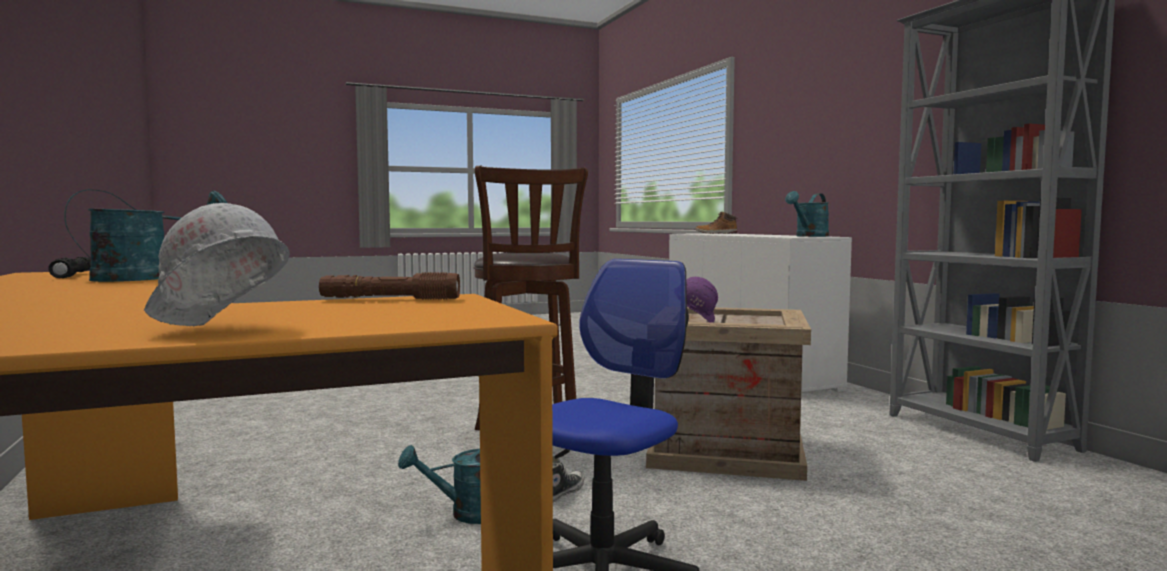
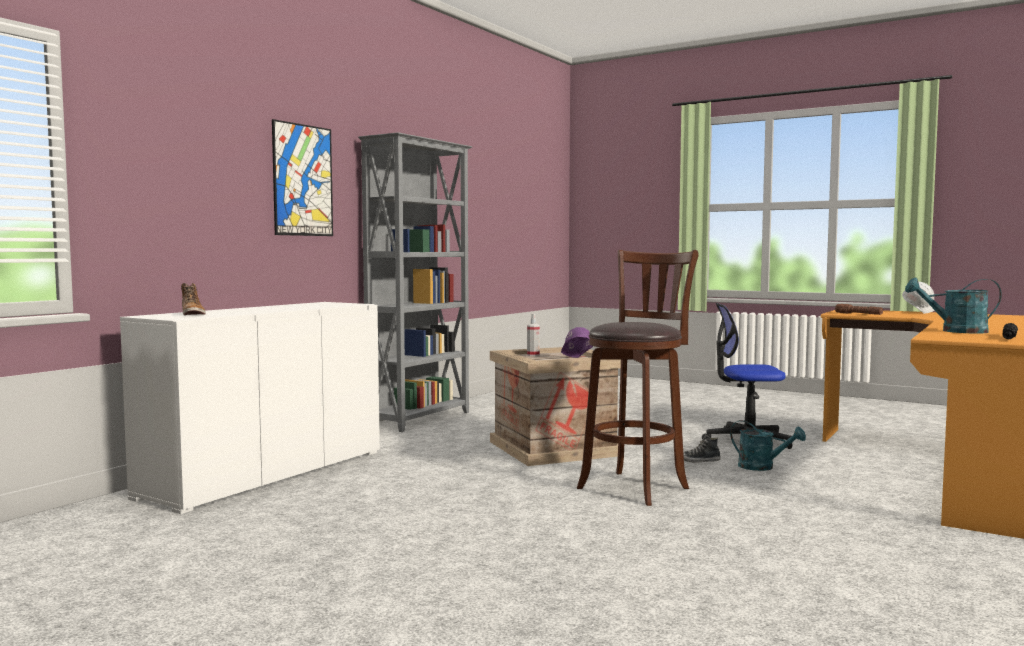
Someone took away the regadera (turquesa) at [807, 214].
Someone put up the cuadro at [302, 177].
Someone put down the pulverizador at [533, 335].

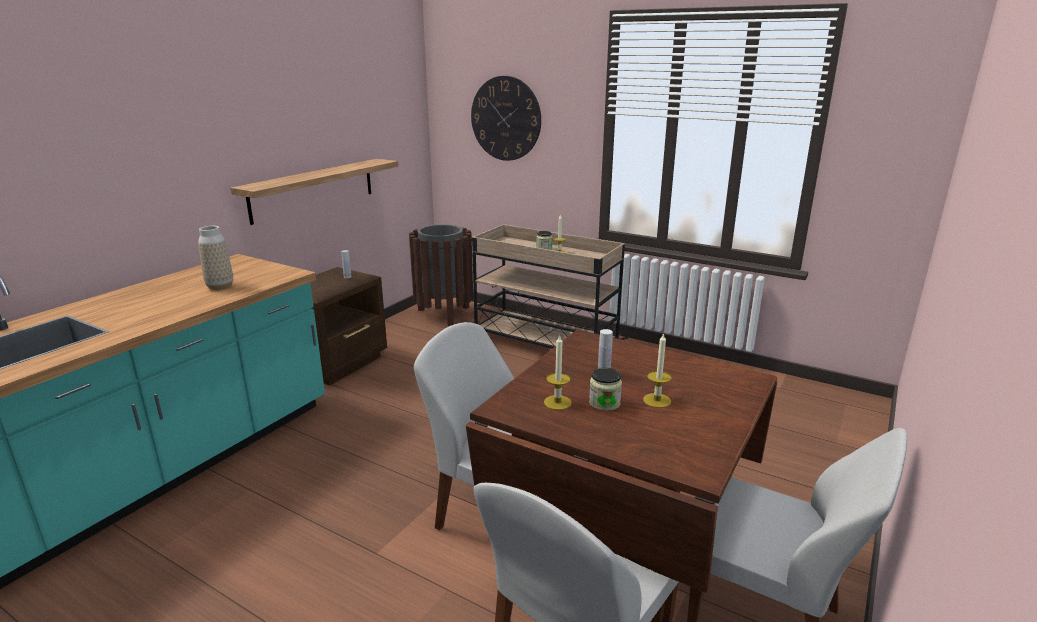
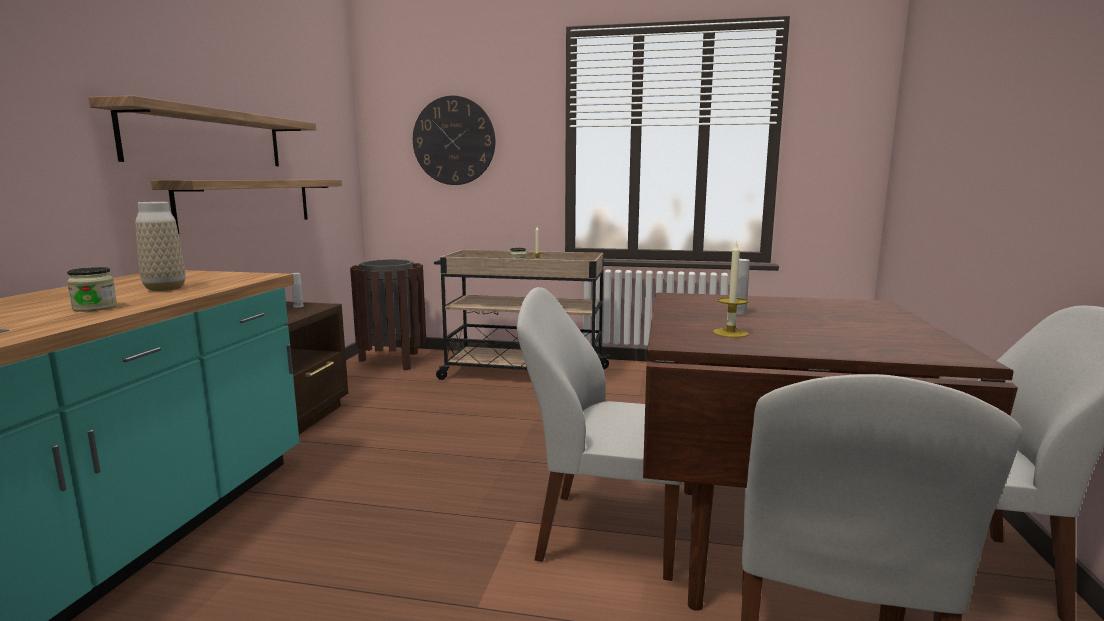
Someone took away the vela at [657, 370].
Someone carried the tarro from [605, 389] to [92, 289].
Someone put up the estante at [202, 131].

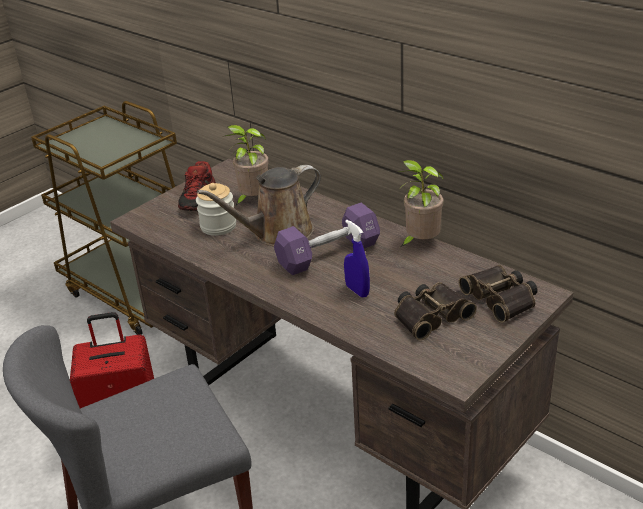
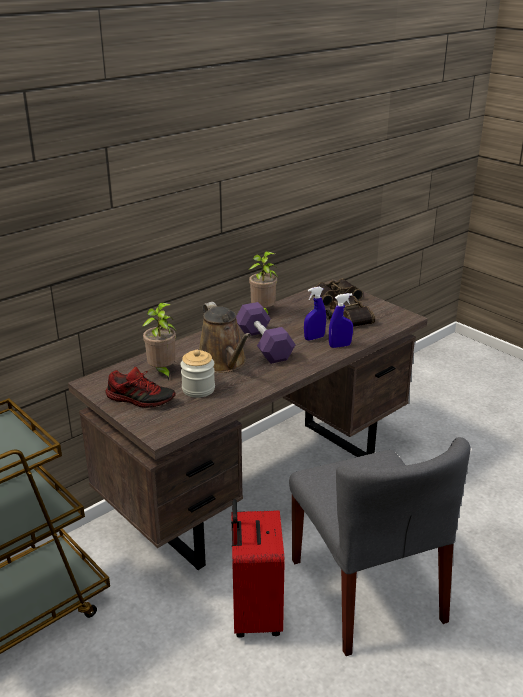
Someone put down the pulverizador (azul) at [341, 320].

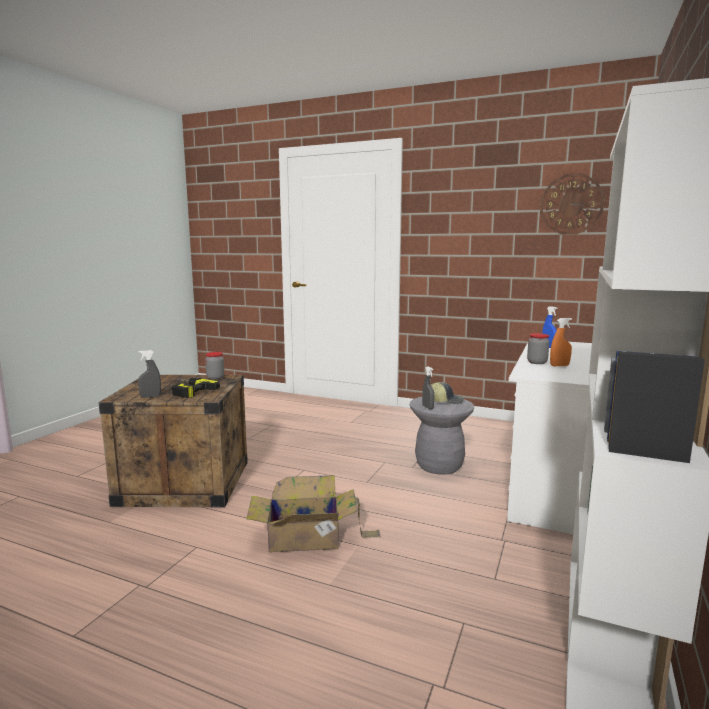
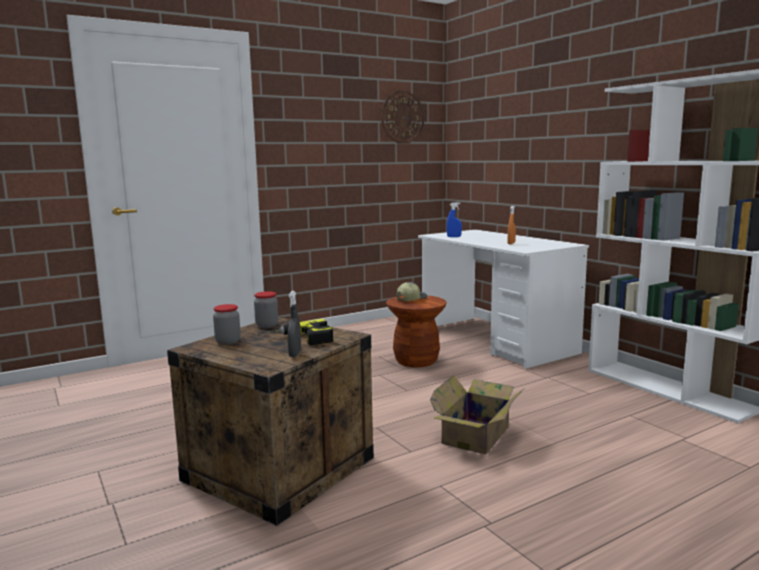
Someone carried the tarro from [538, 348] to [227, 324].
Someone took away the pulverizador (gris) at [428, 387].
Someone repainted the taburete (gris) at [442, 436], which became the taburete (marrón) at [416, 331].

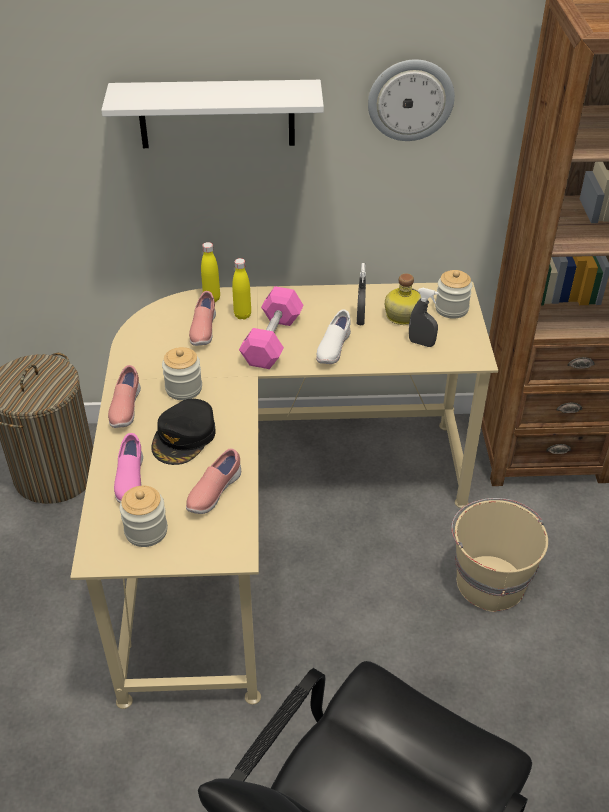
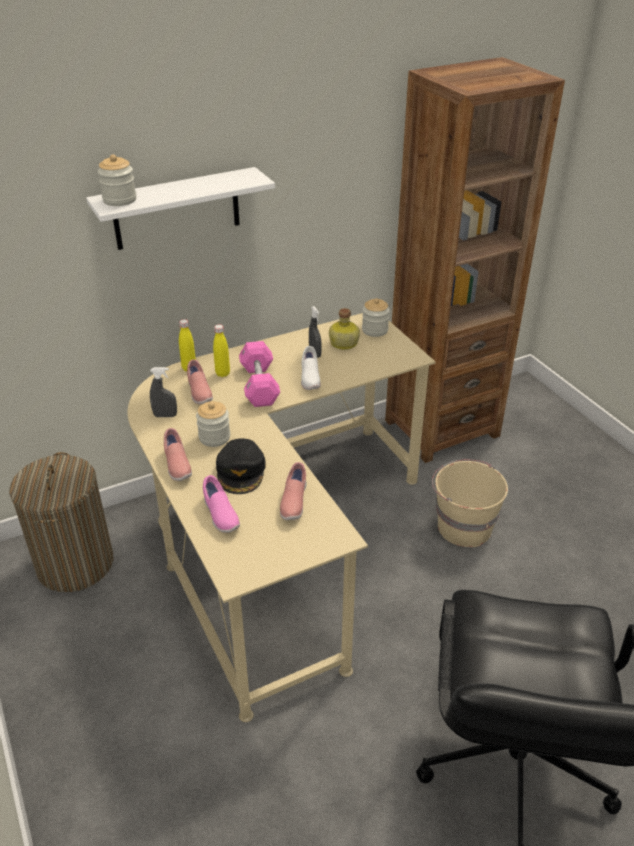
Someone took away the reloj de pared at [411, 100].
Someone carried the pulverizador (gris) from [424, 317] to [163, 392].
Someone carried the tarro from [143, 516] to [117, 180].

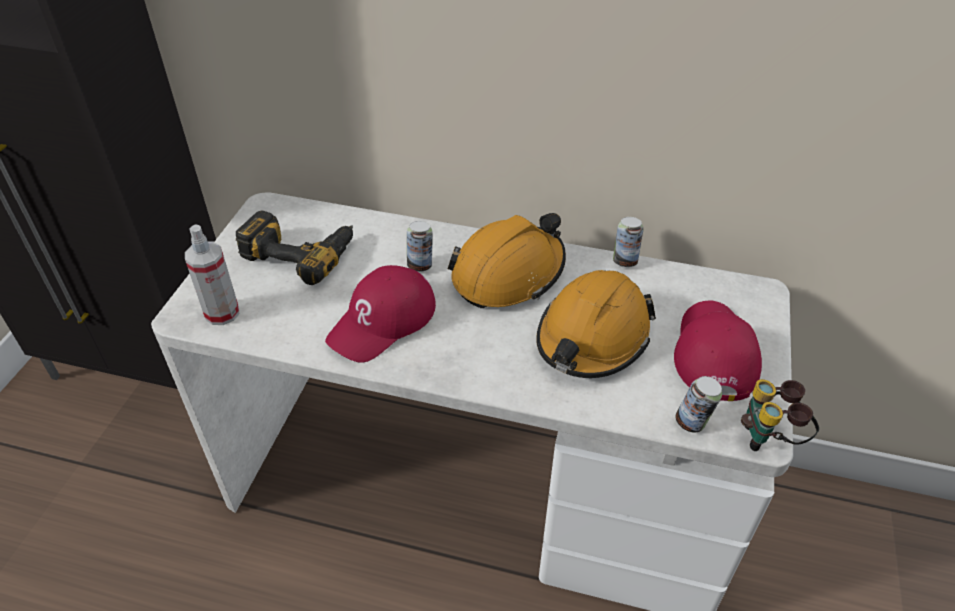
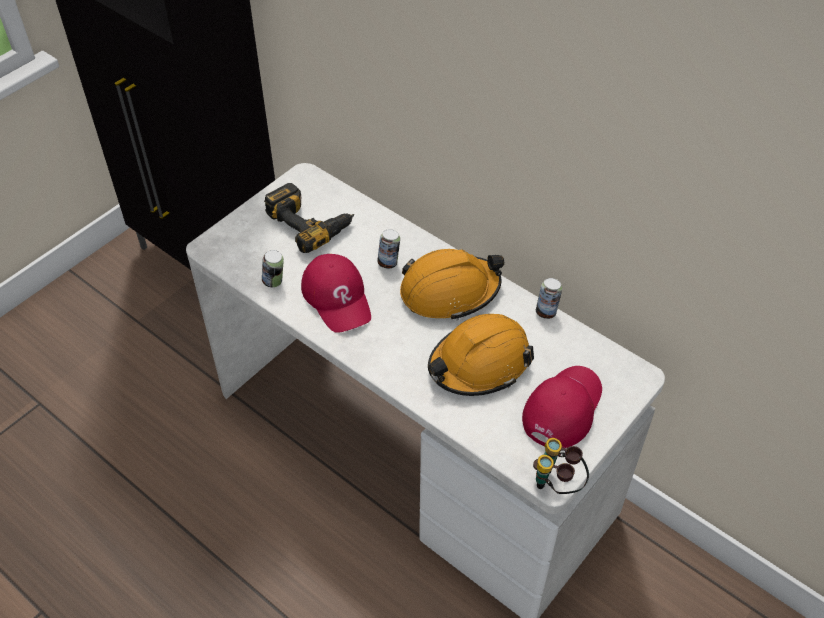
Someone took away the pulverizador at [212, 275].
Someone rotated the gorra (rojo) at [380, 314] by 90 degrees counterclockwise.
Someone carried the lata from [698, 404] to [273, 268].

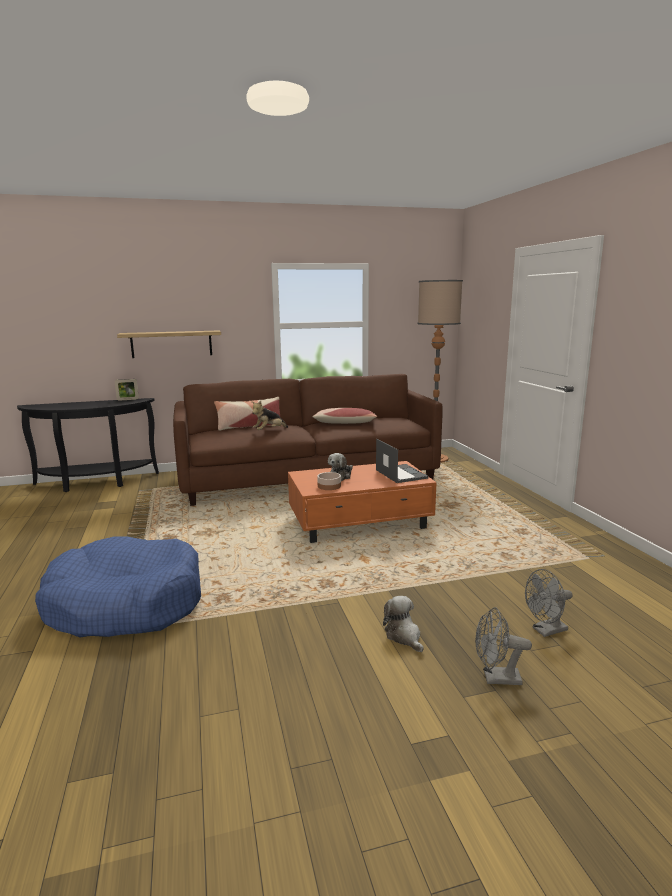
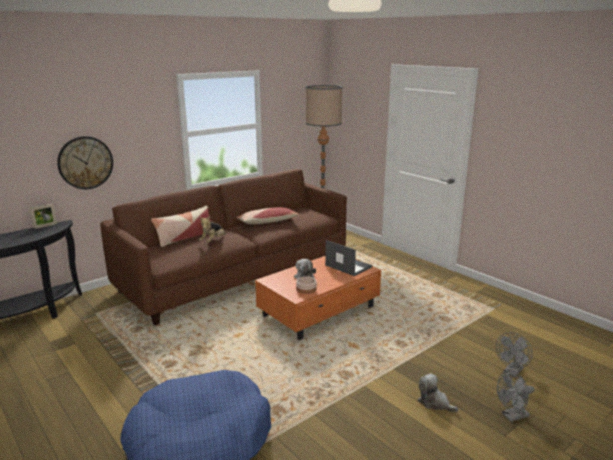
Someone swapped the estante at [169, 344] for the reloj de pared at [85, 162].

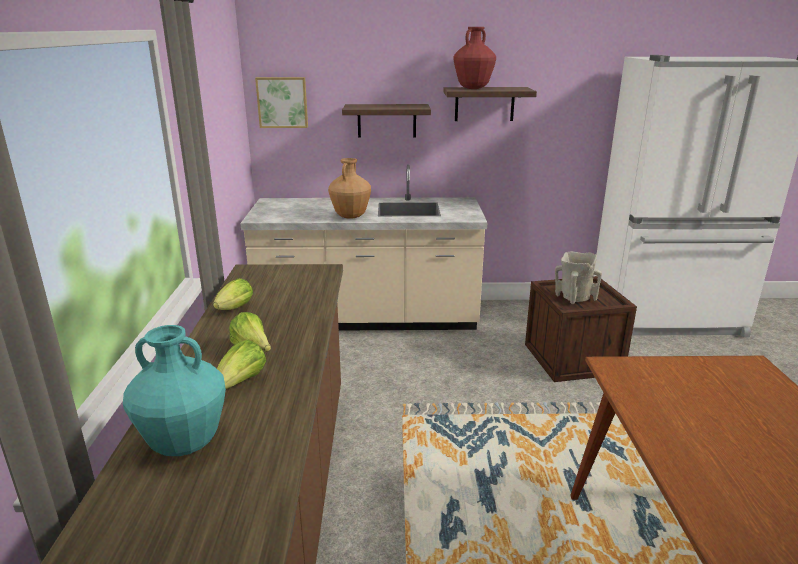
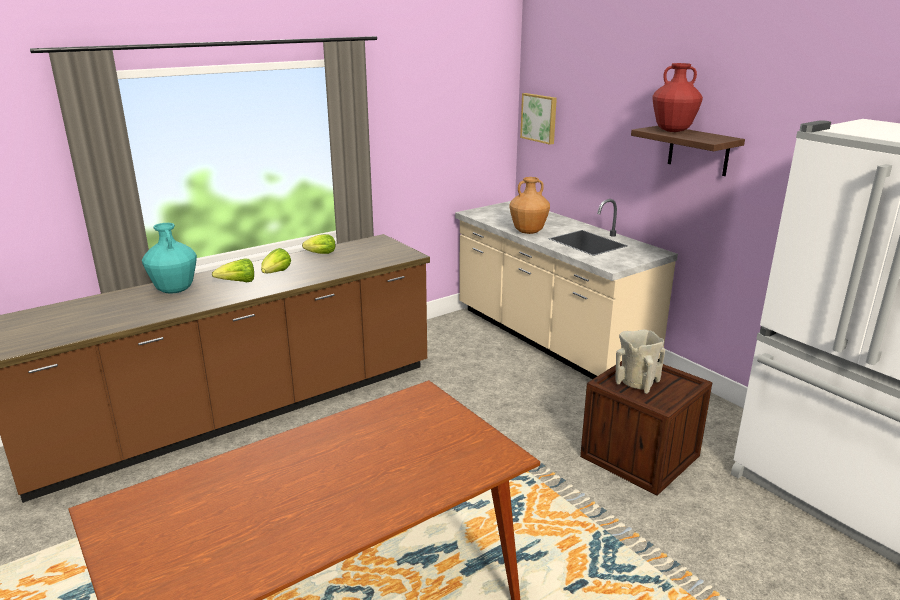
Someone took away the estante at [386, 121].

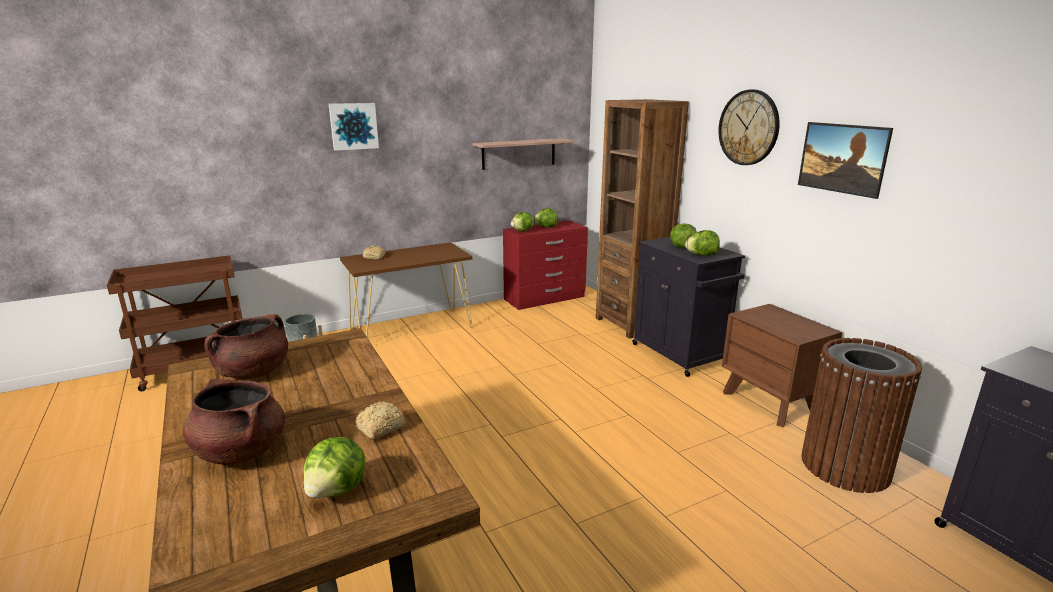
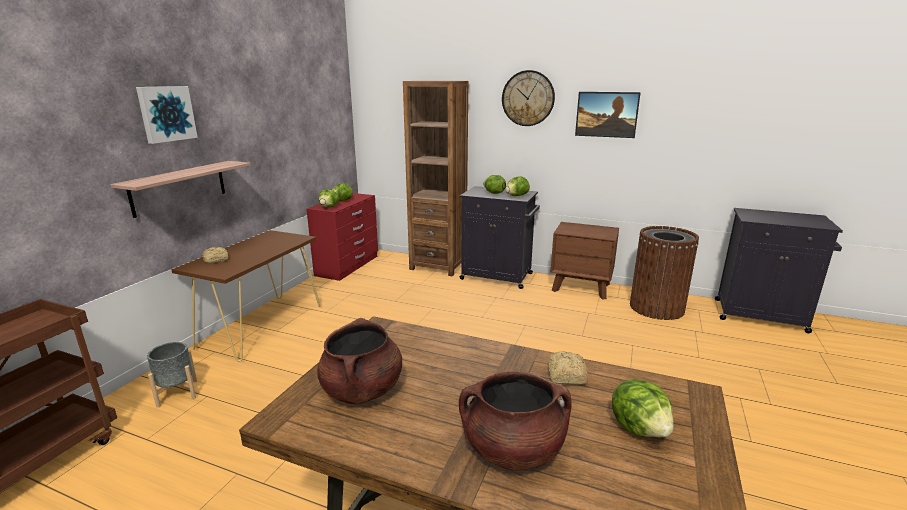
Someone carried the estante from [523, 154] to [180, 189].

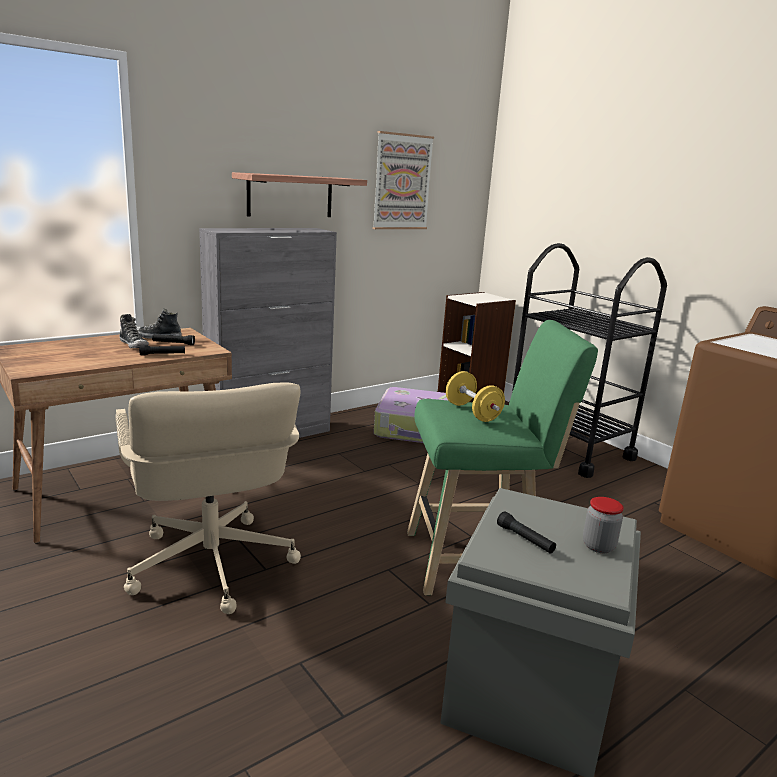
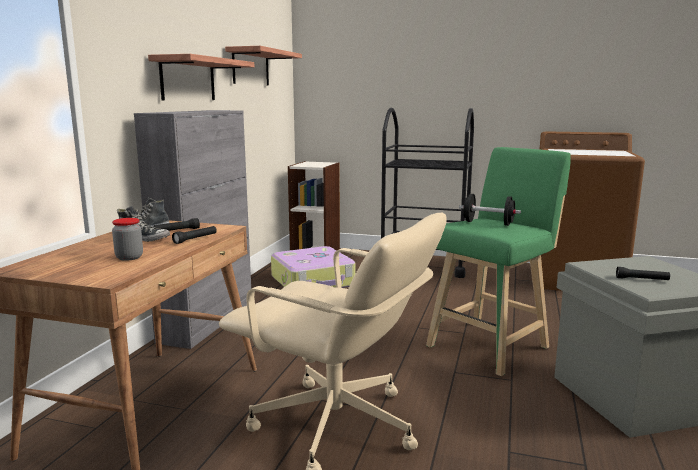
Someone swapped the cuadro at [403, 180] for the estante at [263, 65].
Someone repainted the mancuerna (amarillo) at [475, 396], which became the mancuerna (negro) at [490, 210].
Someone carried the tarro from [603, 525] to [127, 239].

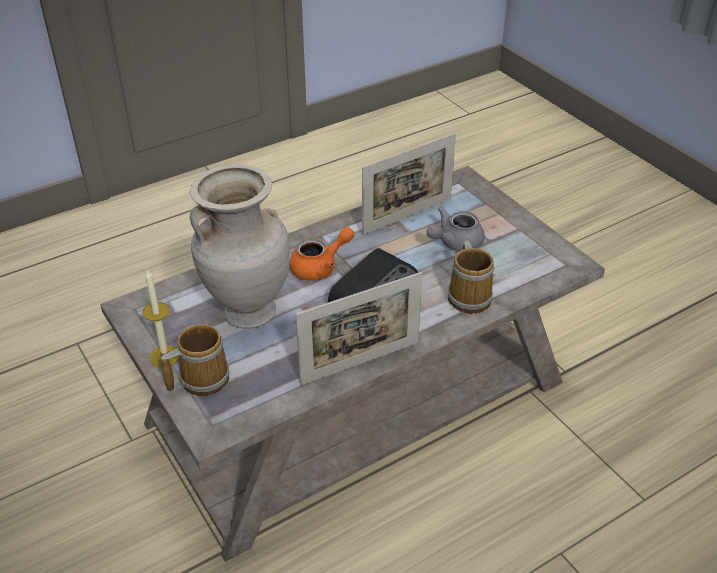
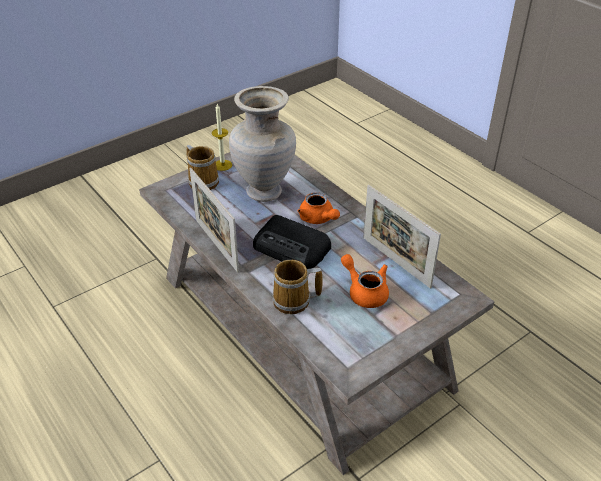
Someone repainted the tetera (gris) at [455, 229], which became the tetera (naranja) at [365, 281].

